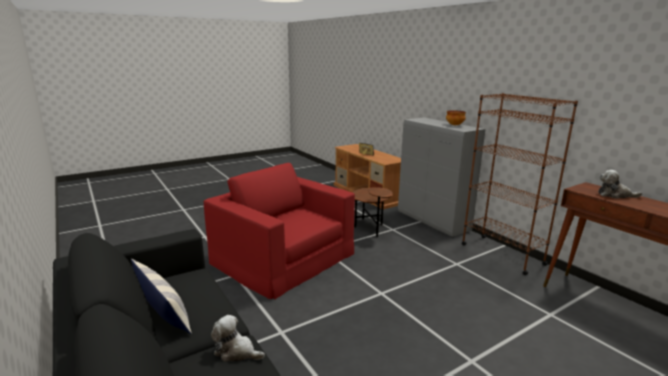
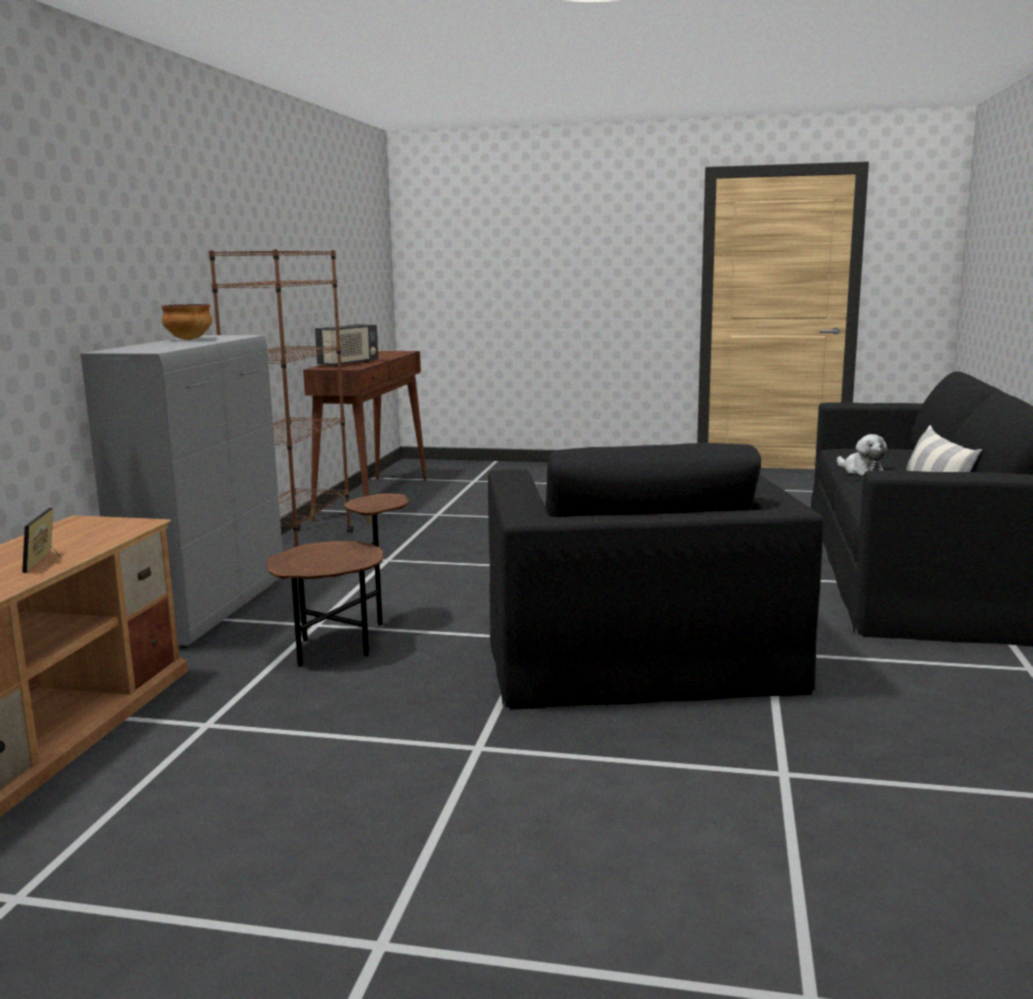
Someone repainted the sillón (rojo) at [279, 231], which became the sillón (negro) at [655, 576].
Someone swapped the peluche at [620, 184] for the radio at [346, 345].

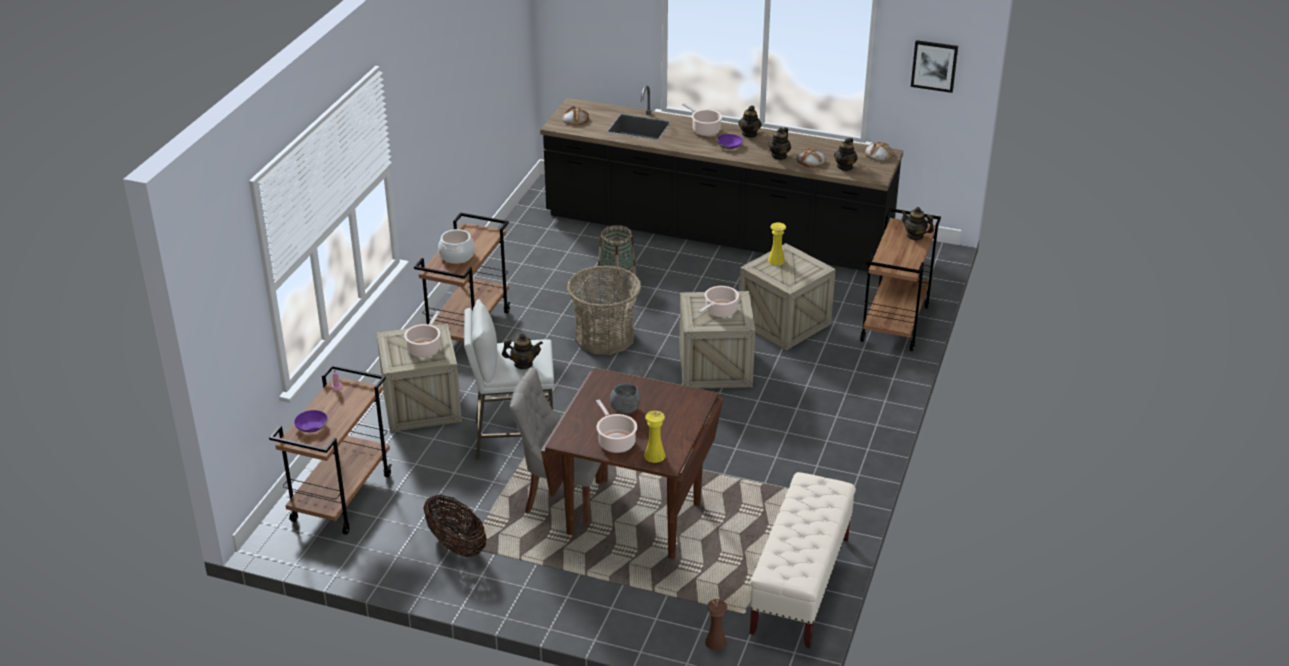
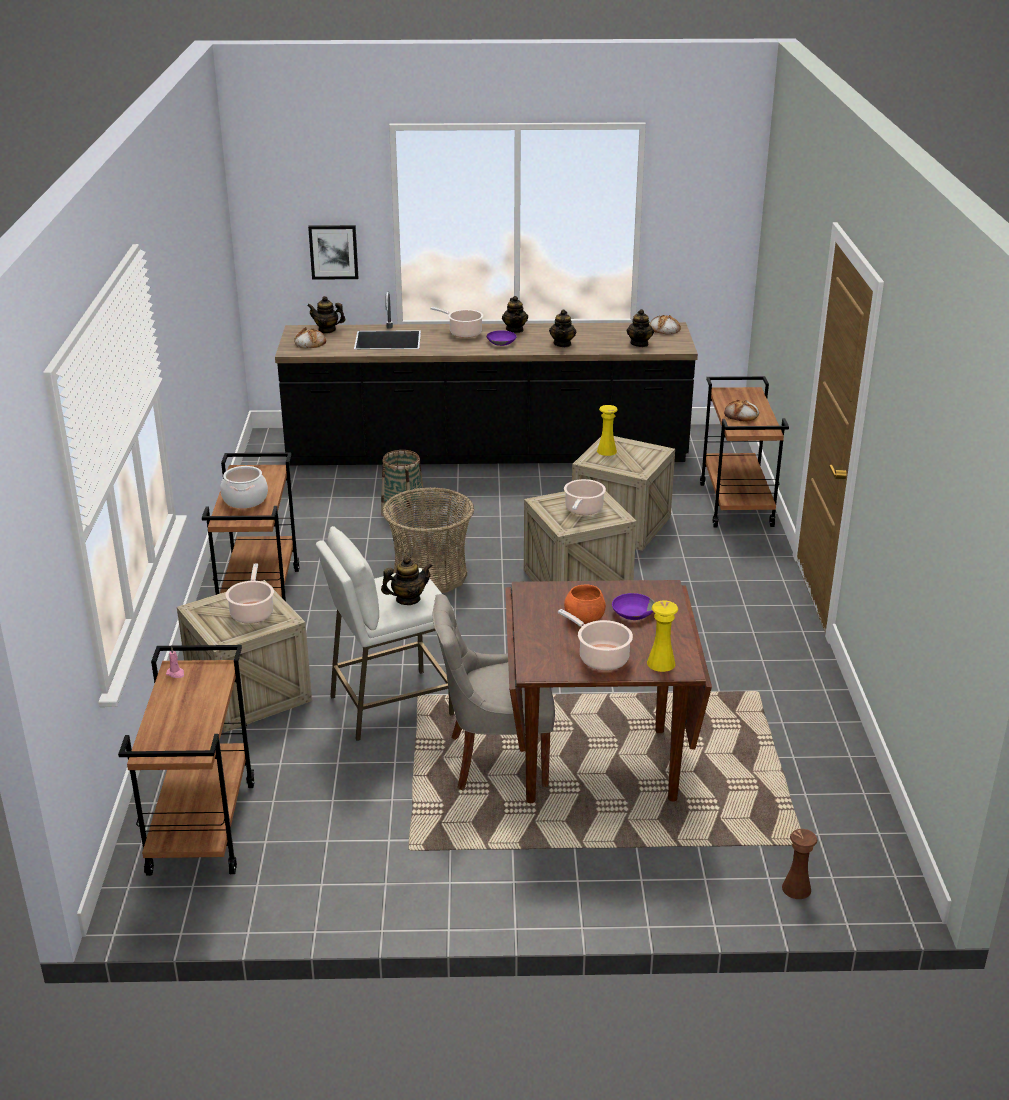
Someone carried the cuadro from [934, 66] to [333, 252].
Someone carried the pan from [811, 158] to [741, 411].
Someone carried the tetera from [917, 223] to [326, 314].
Someone repainted the cuenco (gris) at [625, 398], which became the cuenco (naranja) at [585, 604].
Someone carried the cuenco (morado) from [311, 421] to [633, 606].
Someone took away the banco (beis) at [802, 560].
Someone took away the cesta at [455, 526].

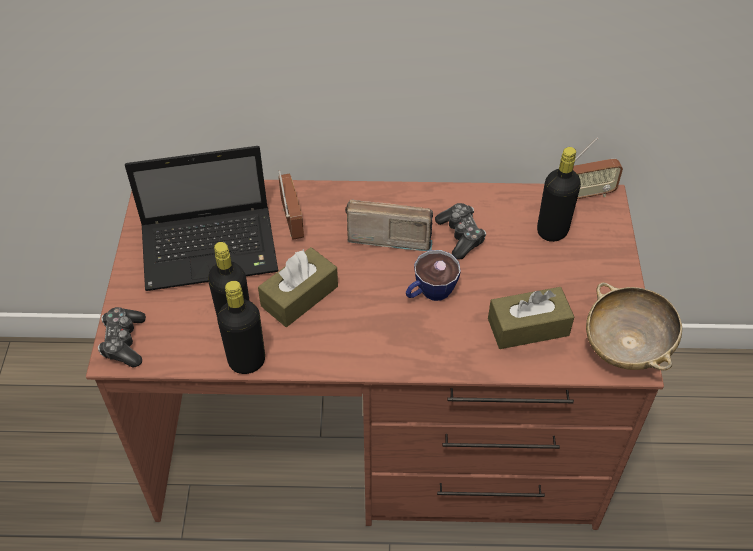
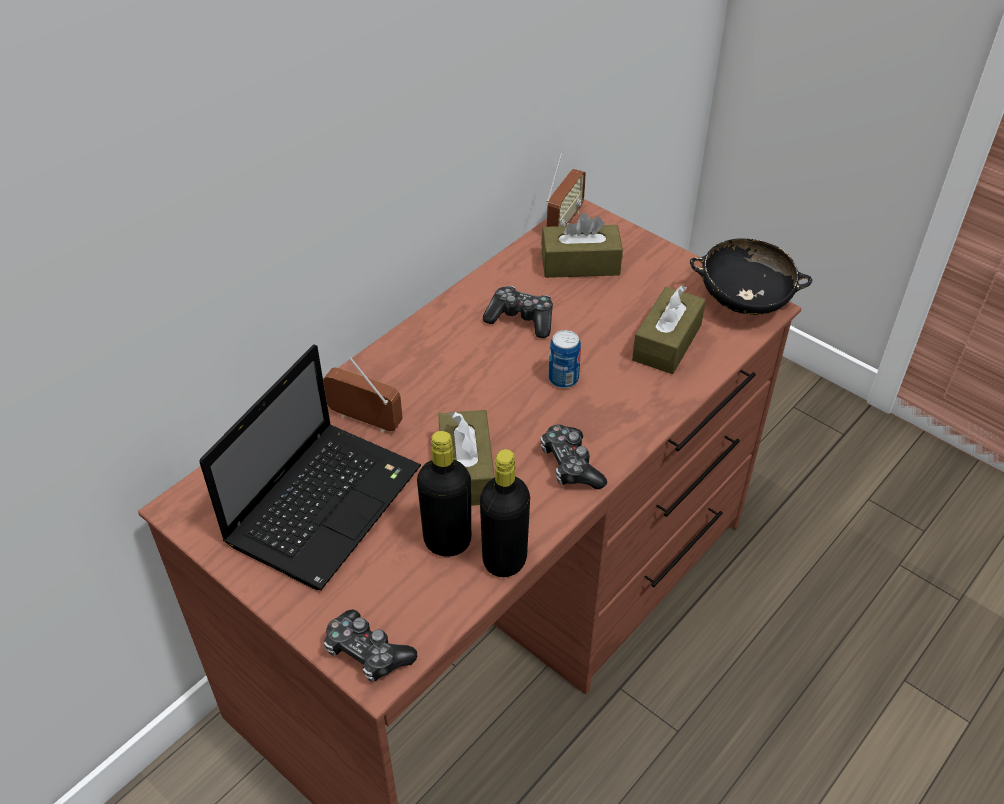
Someone swapped the botella (negro) at [559, 194] for the caja de pañuelos (marrón) at [582, 245].
Someone took away the radio at [389, 225].
Someone swapped the taza at [433, 275] for the lata at [564, 359].
Someone repainted the cuenco (beis) at [634, 326], which became the cuenco (negro) at [751, 276].
Someone put down the mando de consola at [574, 457].

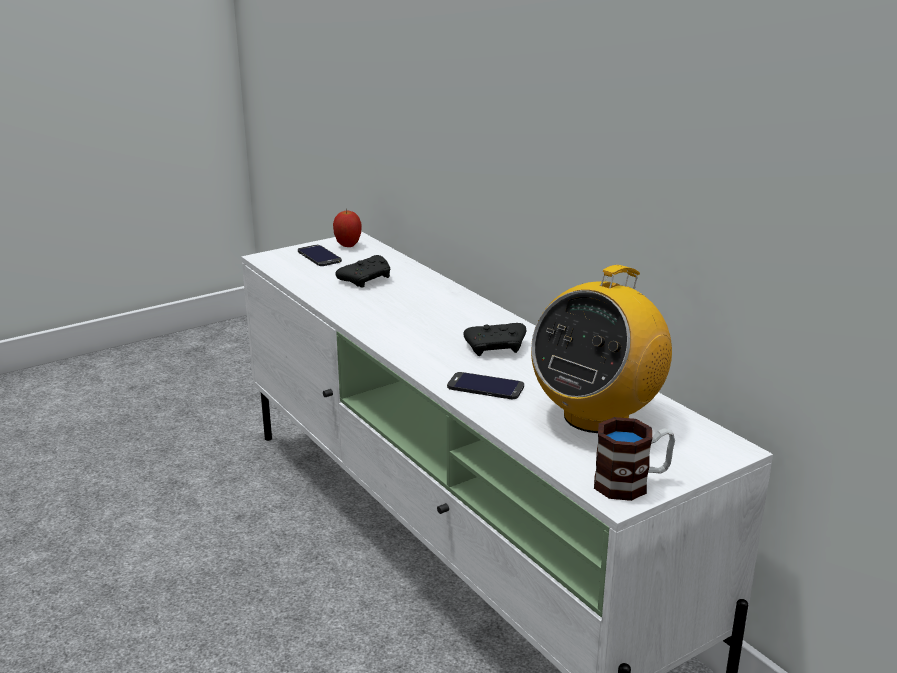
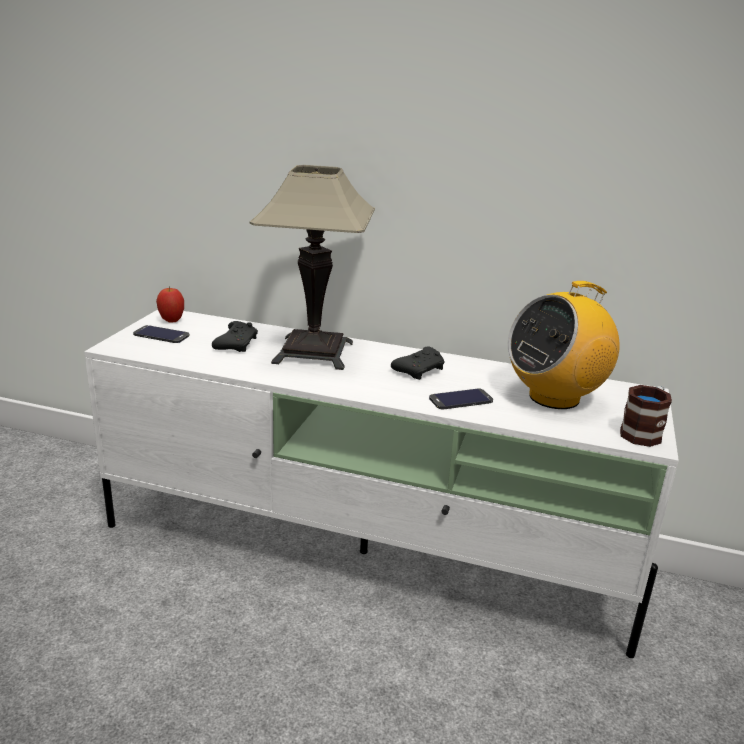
Someone rotated the radio at [601, 349] by 60 degrees clockwise.
Someone put down the lámpara de mesa at [312, 267].

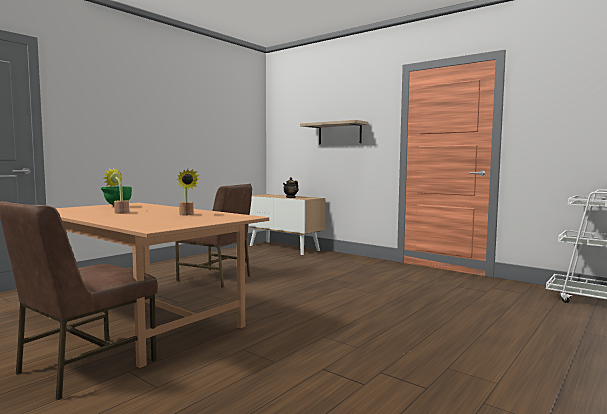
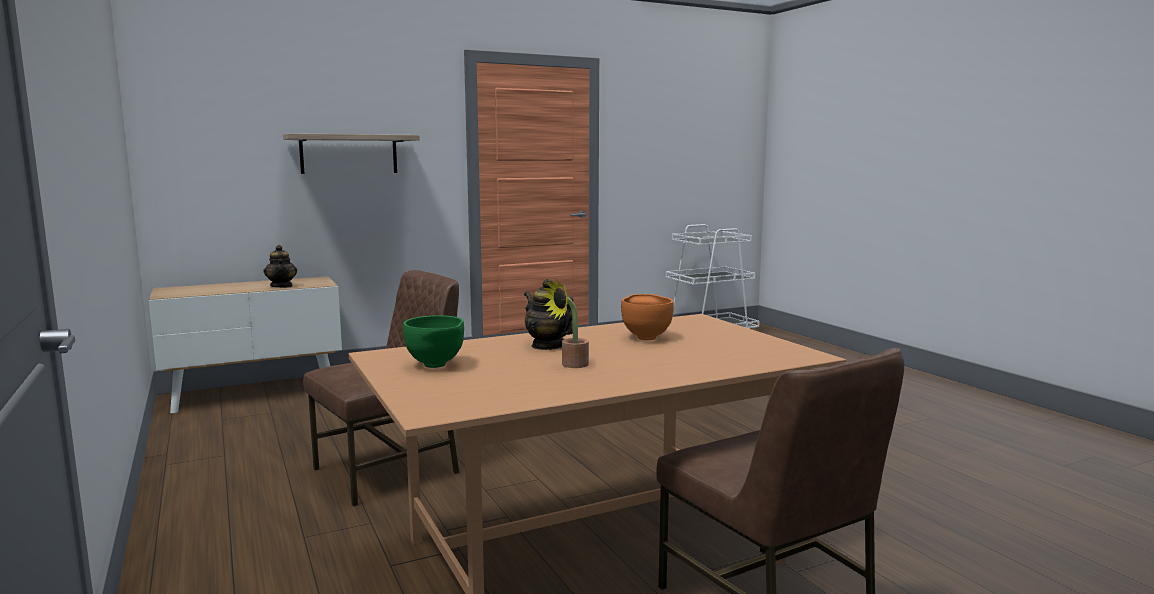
Someone swapped the planta en maceta at [188, 192] for the cuenco (naranja) at [647, 317].
Someone put down the tetera at [548, 314].

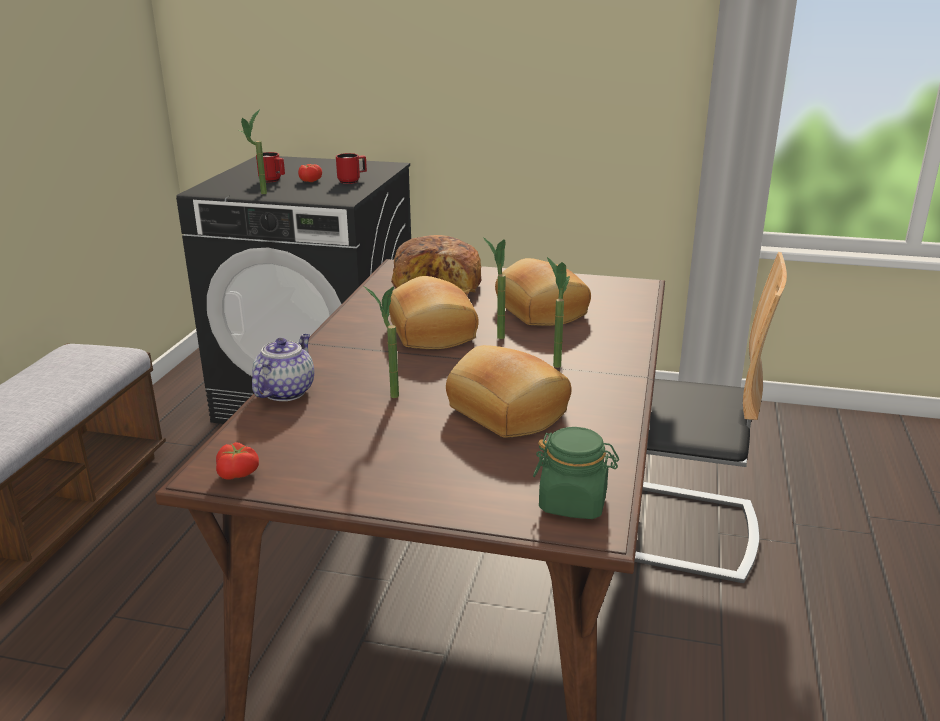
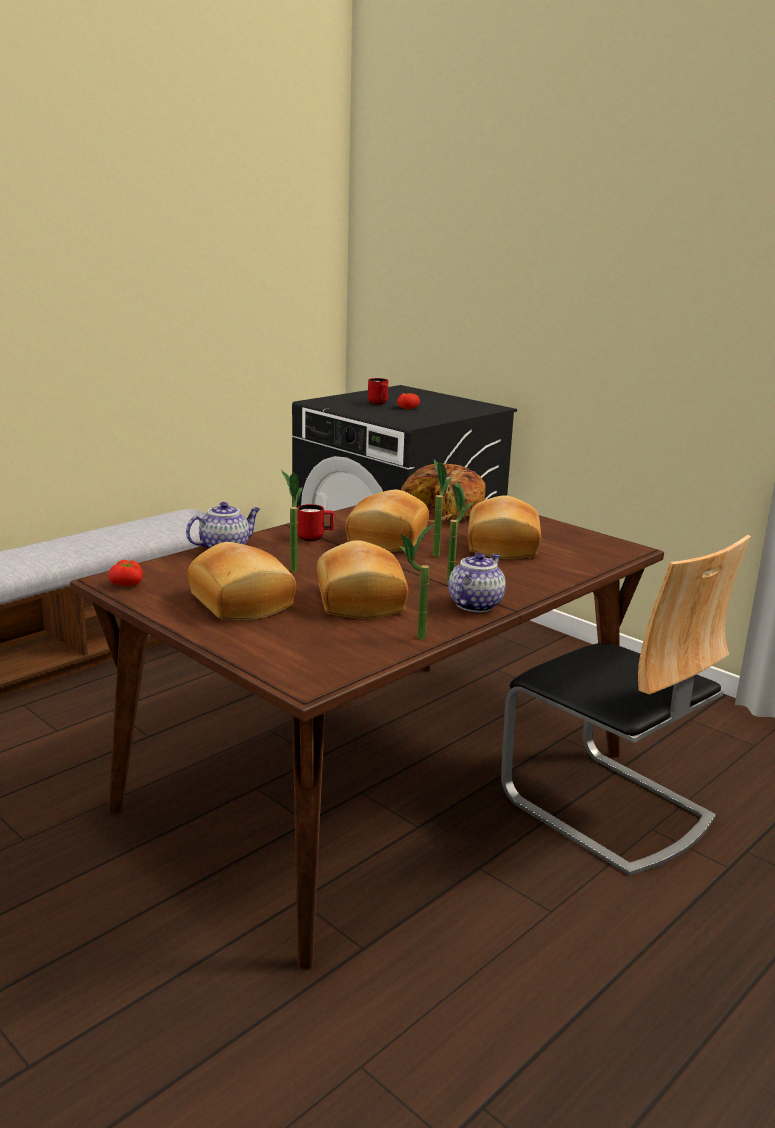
Someone carried the planta en maceta from [253, 151] to [417, 581].
Someone carried the taza grande (rojo) from [351, 168] to [315, 522].
Someone took away the tarro (verde) at [576, 473].
Someone put down the pan at [241, 581].
Someone put down the tetera at [477, 582].

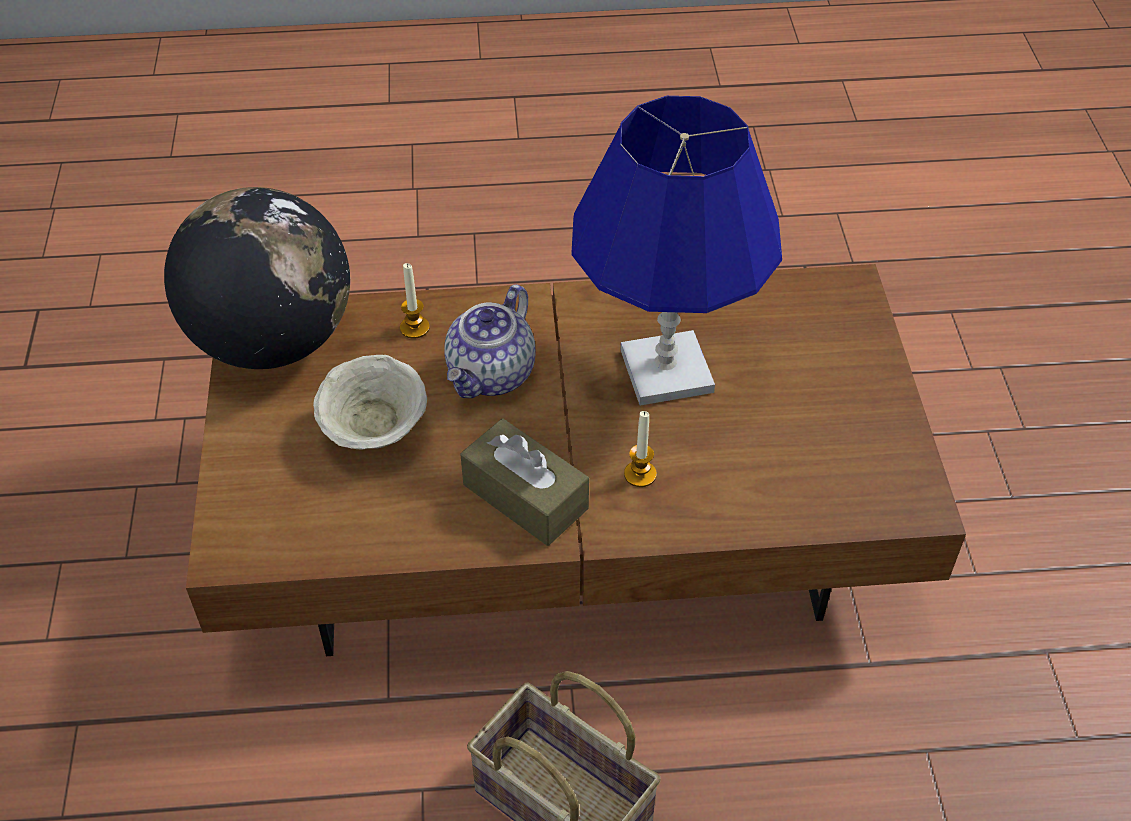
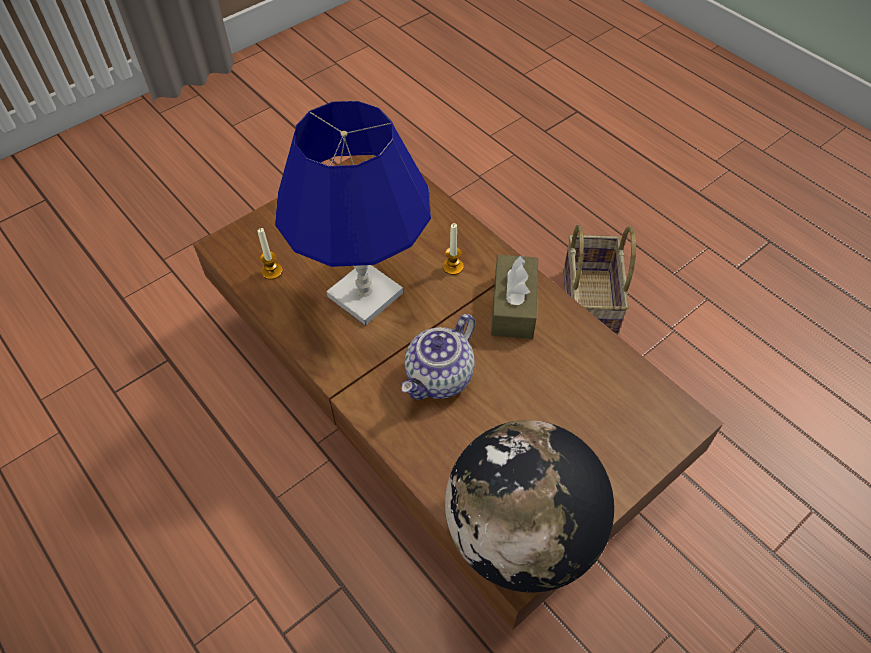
Someone carried the vela from [415, 301] to [270, 254].
Someone rotated the tetera at [489, 341] by 135 degrees clockwise.
Someone took away the cuenco (beis) at [370, 402].

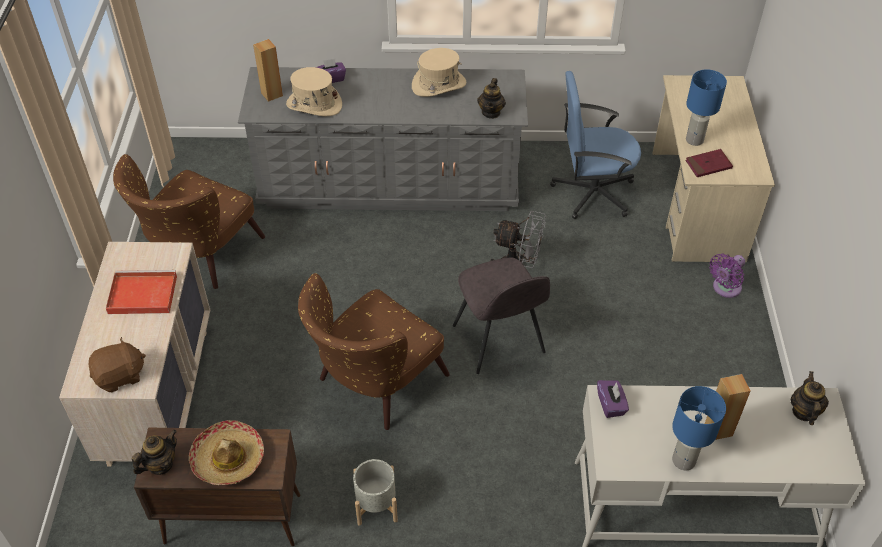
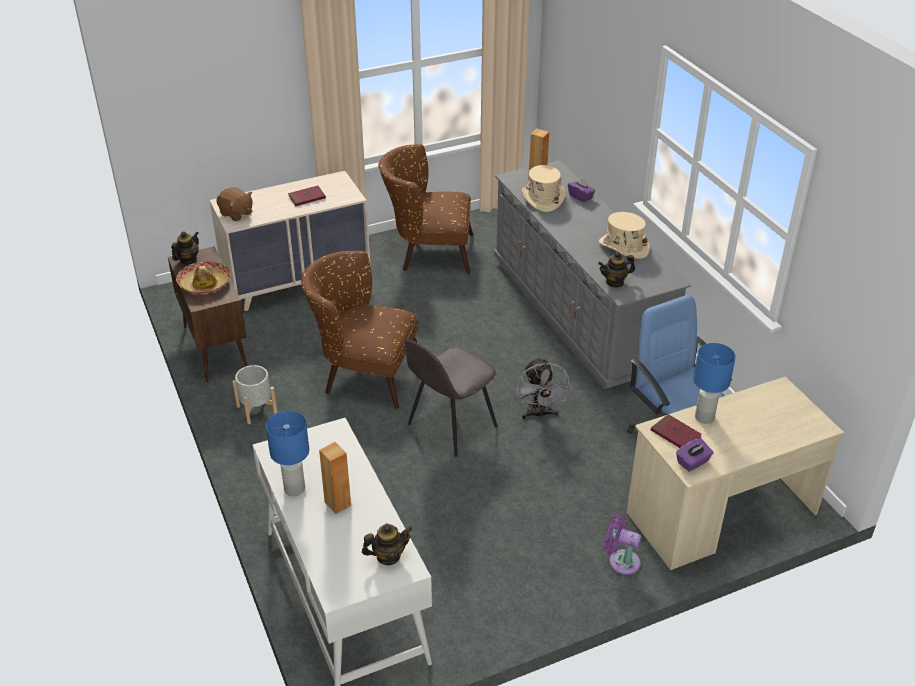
Someone swapped the bandeja (rojo) at [141, 292] for the libro (rojo) at [307, 195].
Someone carried the caja de pañuelos (morado) from [613, 399] to [694, 455].
Someone rotated the tetera at [154, 452] by 75 degrees counterclockwise.

